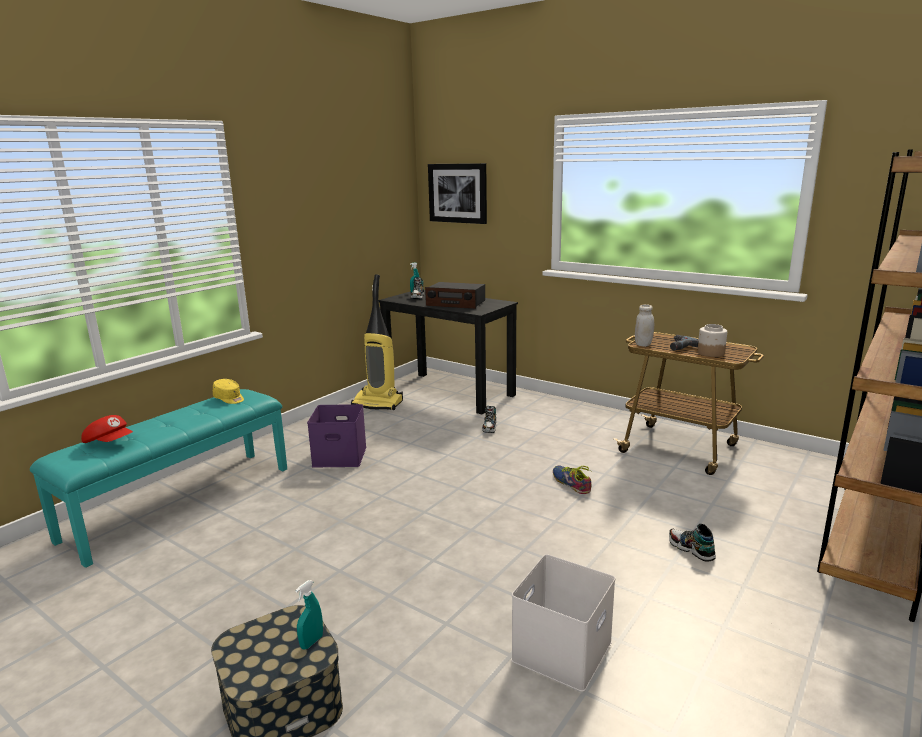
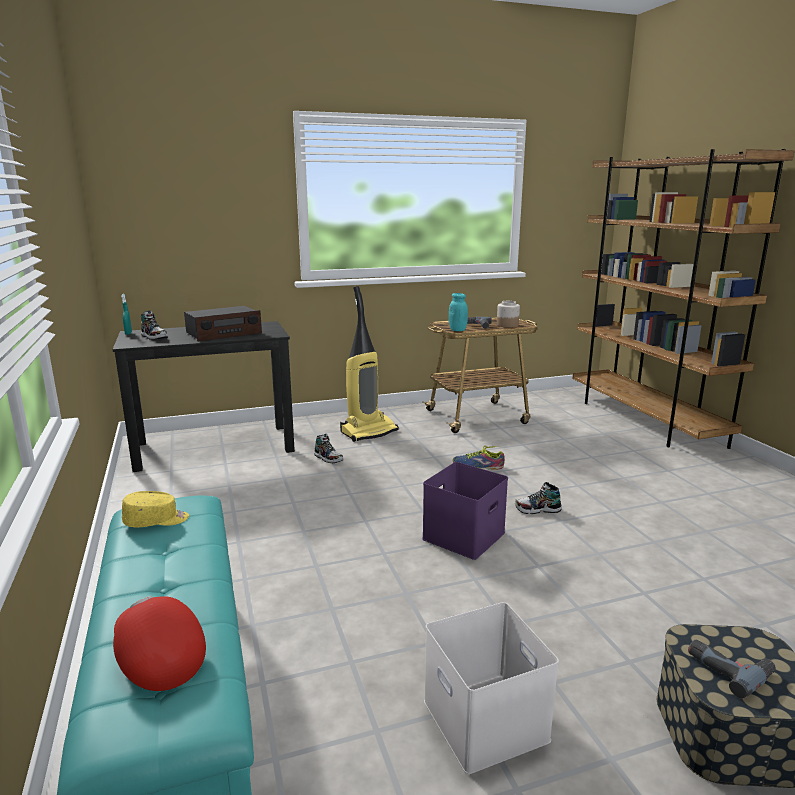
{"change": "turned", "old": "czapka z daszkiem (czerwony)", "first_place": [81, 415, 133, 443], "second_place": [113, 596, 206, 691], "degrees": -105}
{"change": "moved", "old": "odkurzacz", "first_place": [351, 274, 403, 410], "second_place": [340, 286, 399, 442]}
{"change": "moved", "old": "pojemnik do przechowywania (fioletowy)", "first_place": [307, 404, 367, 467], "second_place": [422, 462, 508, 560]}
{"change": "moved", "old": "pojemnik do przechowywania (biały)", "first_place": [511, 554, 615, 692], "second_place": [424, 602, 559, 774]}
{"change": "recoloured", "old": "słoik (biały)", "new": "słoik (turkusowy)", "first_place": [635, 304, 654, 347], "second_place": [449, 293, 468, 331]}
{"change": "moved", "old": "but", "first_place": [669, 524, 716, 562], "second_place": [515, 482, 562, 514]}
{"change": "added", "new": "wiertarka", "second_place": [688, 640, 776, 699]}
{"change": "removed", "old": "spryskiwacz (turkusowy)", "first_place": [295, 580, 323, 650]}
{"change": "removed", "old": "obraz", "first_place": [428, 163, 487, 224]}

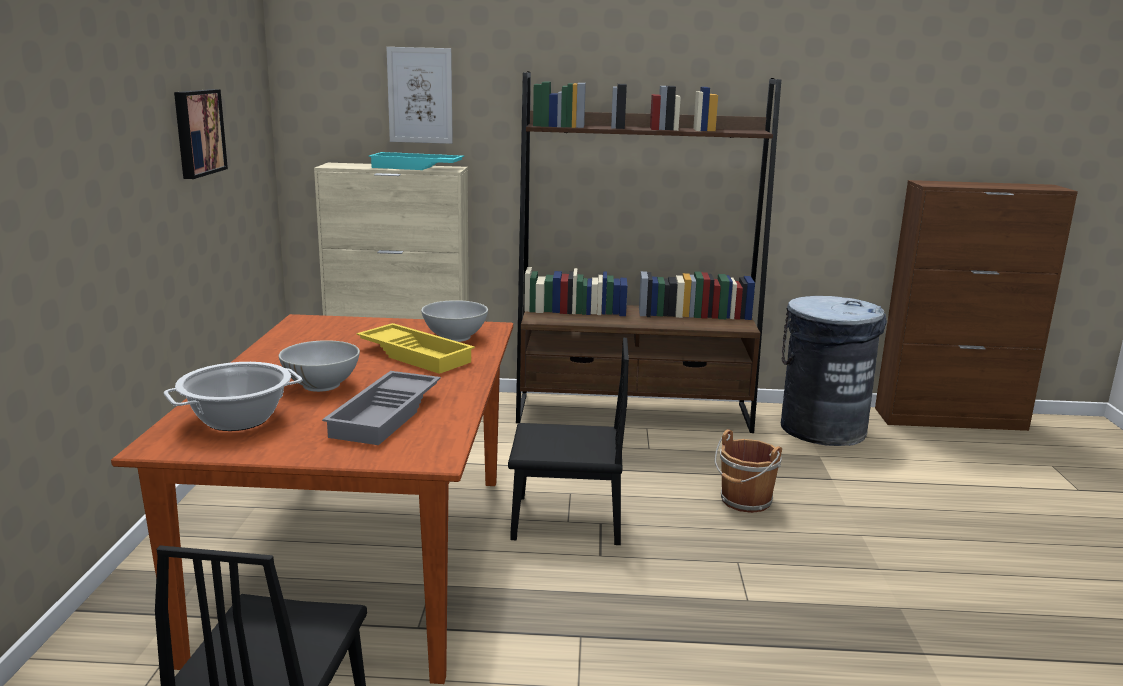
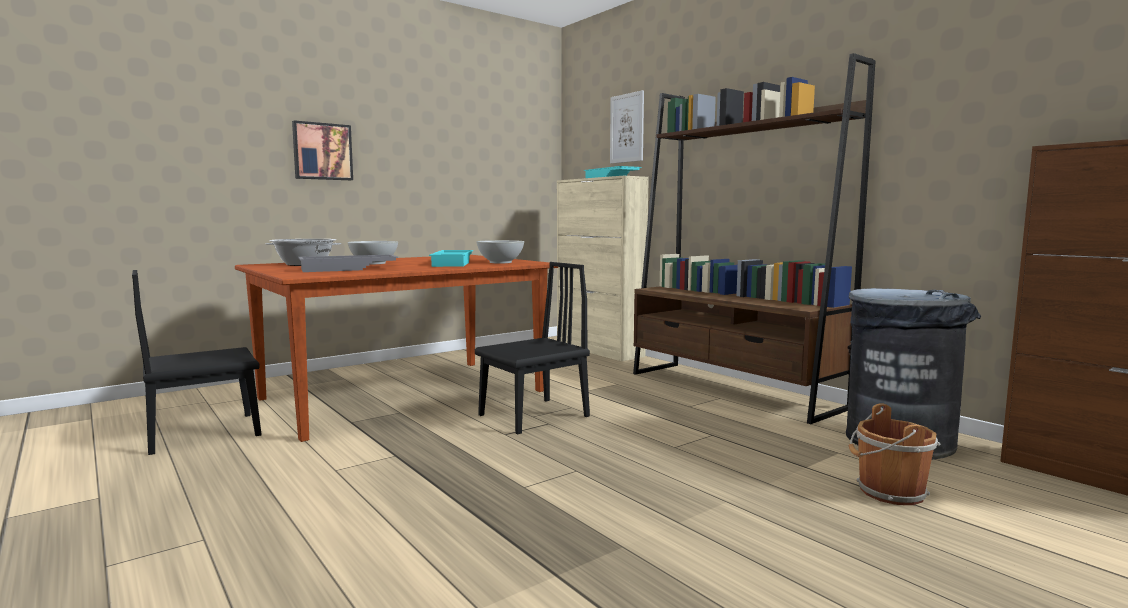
{"change": "moved", "old": "obraz", "first_place": [174, 89, 228, 179], "second_place": [292, 120, 353, 180]}
{"change": "recoloured", "old": "taca (żółty)", "new": "taca (turkusowy)", "first_place": [356, 323, 475, 374], "second_place": [429, 250, 473, 267]}
{"change": "turned", "old": "krzesło (czarny)", "first_place": [508, 338, 629, 545], "second_place": [475, 262, 590, 434], "degrees": -90}
{"change": "moved", "old": "wiadro (brązowy)", "first_place": [715, 429, 782, 513], "second_place": [849, 404, 941, 505]}

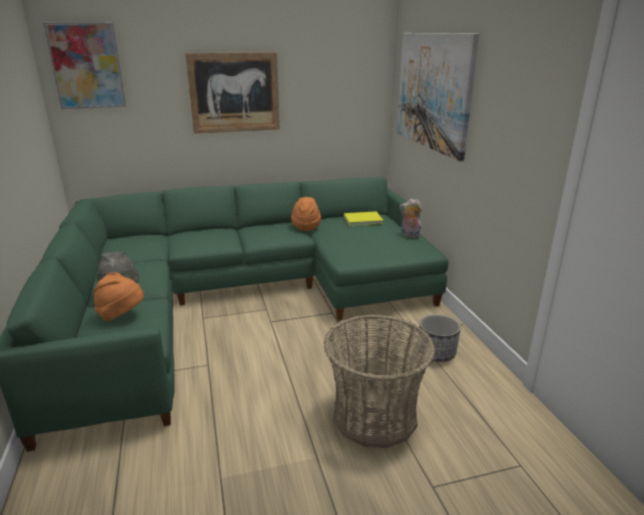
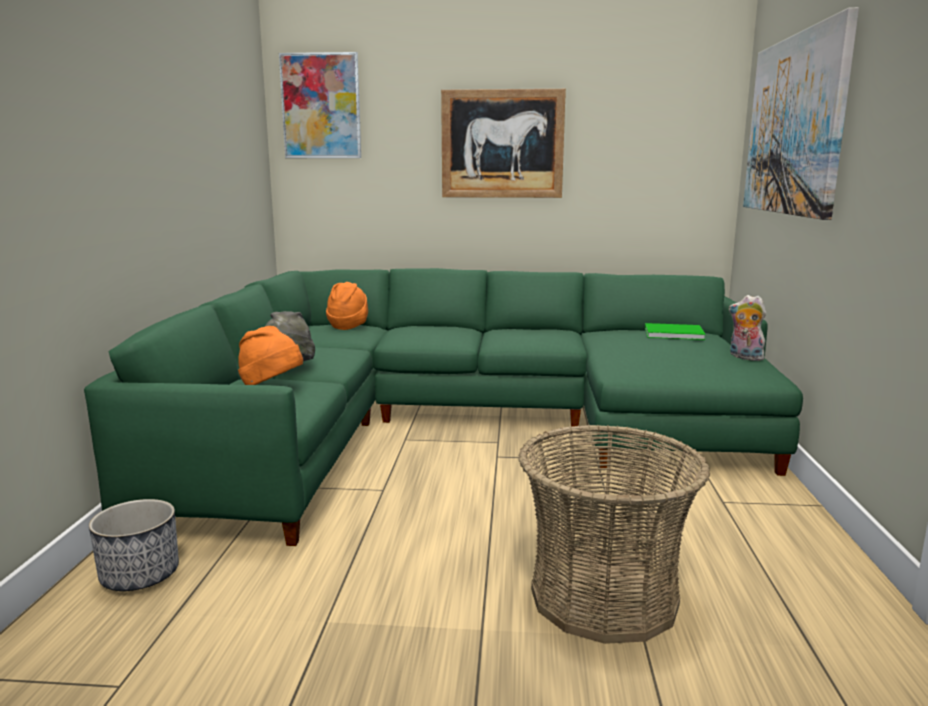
{"change": "moved", "old": "donica", "first_place": [419, 314, 461, 362], "second_place": [89, 499, 179, 591]}
{"change": "moved", "old": "kapelusz (pomarańczowy)", "first_place": [291, 197, 321, 231], "second_place": [326, 282, 368, 330]}
{"change": "recoloured", "old": "książka (żółty)", "new": "książka (zielony)", "first_place": [344, 211, 384, 226], "second_place": [645, 323, 705, 340]}

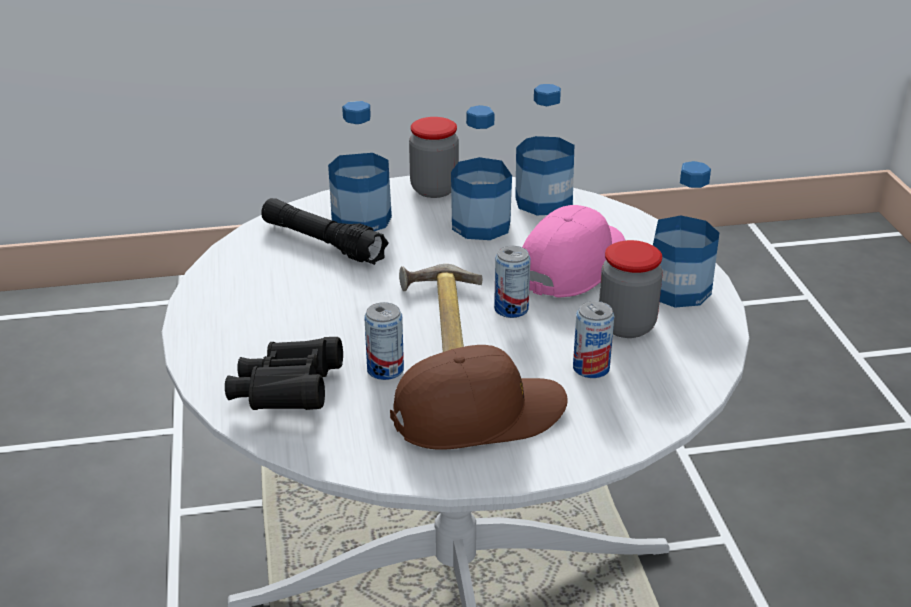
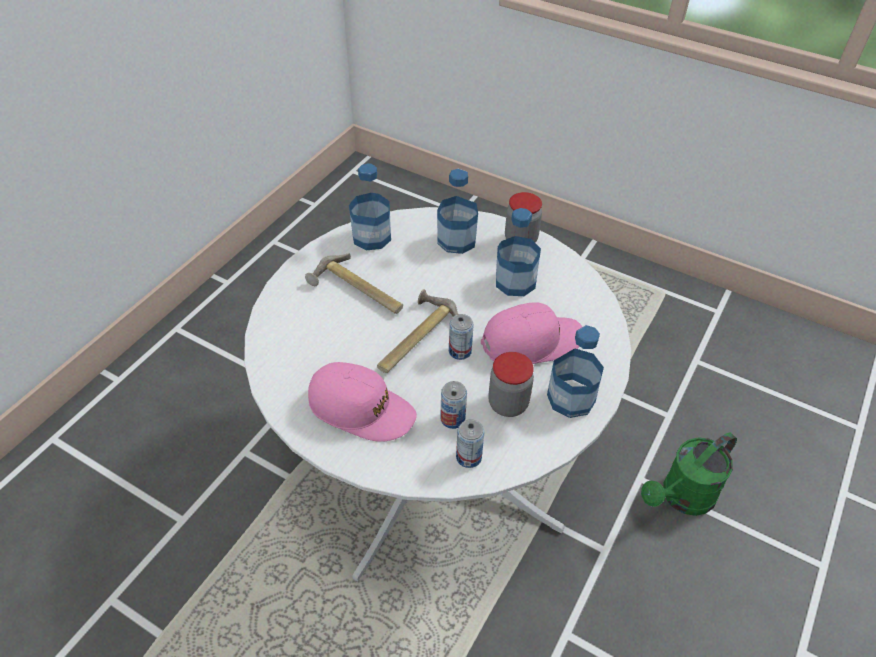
{"change": "added", "new": "młotek", "second_place": [305, 253, 403, 314]}
{"change": "recoloured", "old": "czapka z daszkiem (brązowy)", "new": "czapka z daszkiem (różowy)", "first_place": [390, 345, 568, 450], "second_place": [308, 362, 417, 442]}
{"change": "moved", "old": "butelka", "first_place": [515, 84, 574, 215], "second_place": [349, 163, 391, 250]}
{"change": "moved", "old": "puszka", "first_place": [364, 302, 404, 380], "second_place": [456, 419, 485, 468]}
{"change": "added", "new": "konewka (zielony)", "second_place": [641, 432, 737, 516]}
{"change": "removed", "old": "lornetka (czarny)", "first_place": [225, 337, 343, 410]}
{"change": "removed", "old": "latarka (czarny)", "first_place": [261, 198, 389, 265]}

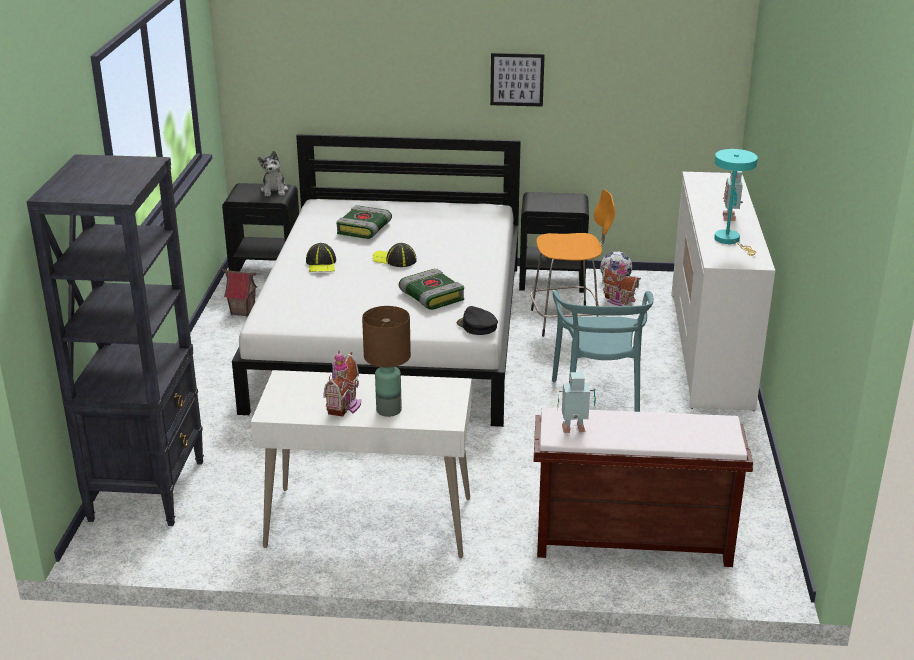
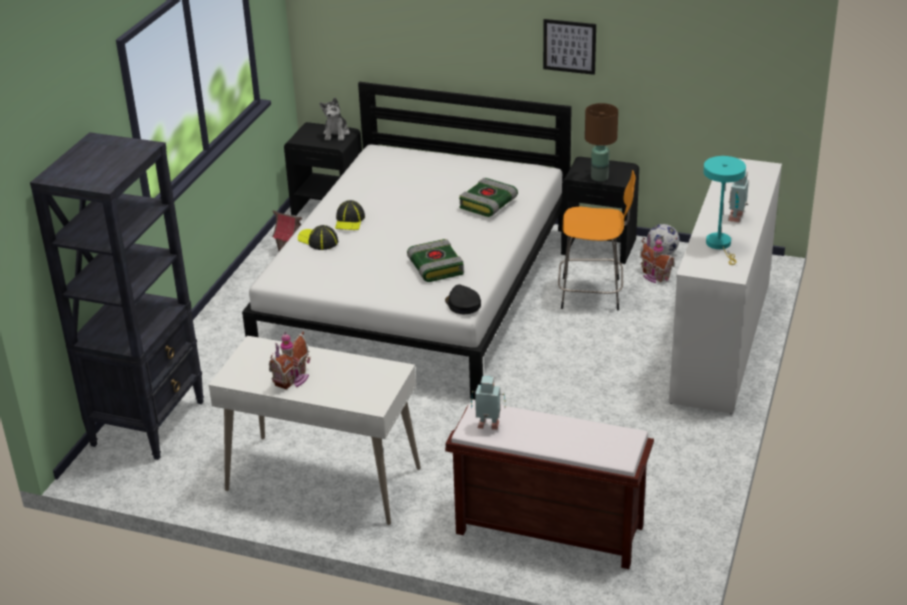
{"change": "moved", "old": "czapka z daszkiem", "first_place": [373, 243, 417, 267], "second_place": [298, 225, 338, 250]}
{"change": "moved", "old": "książka", "first_place": [337, 205, 392, 239], "second_place": [459, 178, 518, 217]}
{"change": "moved", "old": "lampa stołowa (brązowy)", "first_place": [362, 306, 411, 417], "second_place": [585, 103, 618, 181]}
{"change": "removed", "old": "krzesło (turkusowy)", "first_place": [552, 290, 654, 412]}

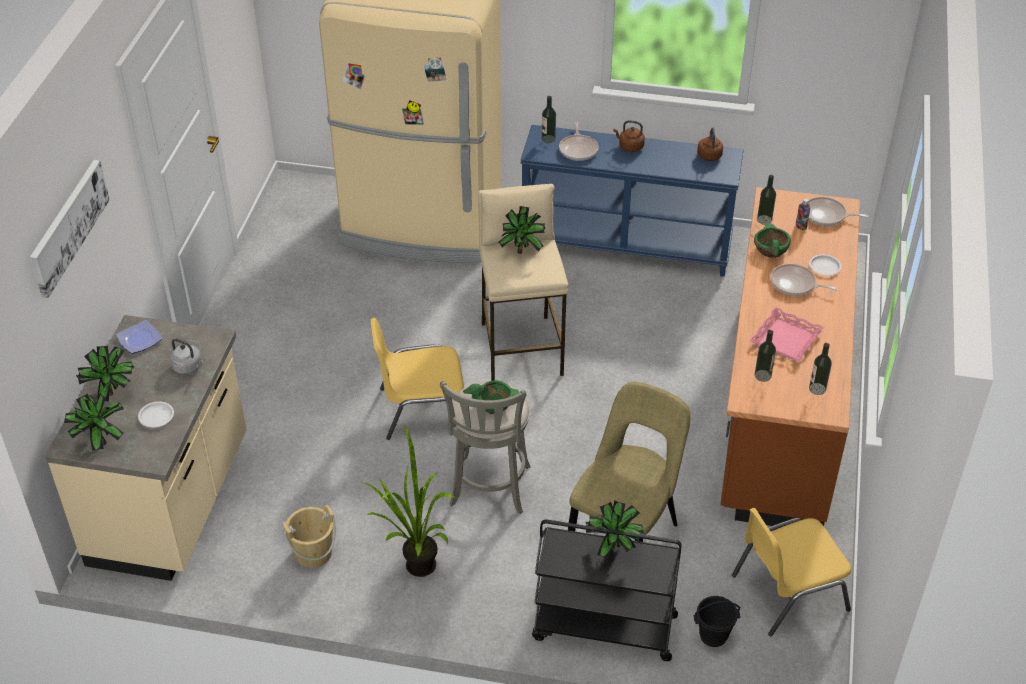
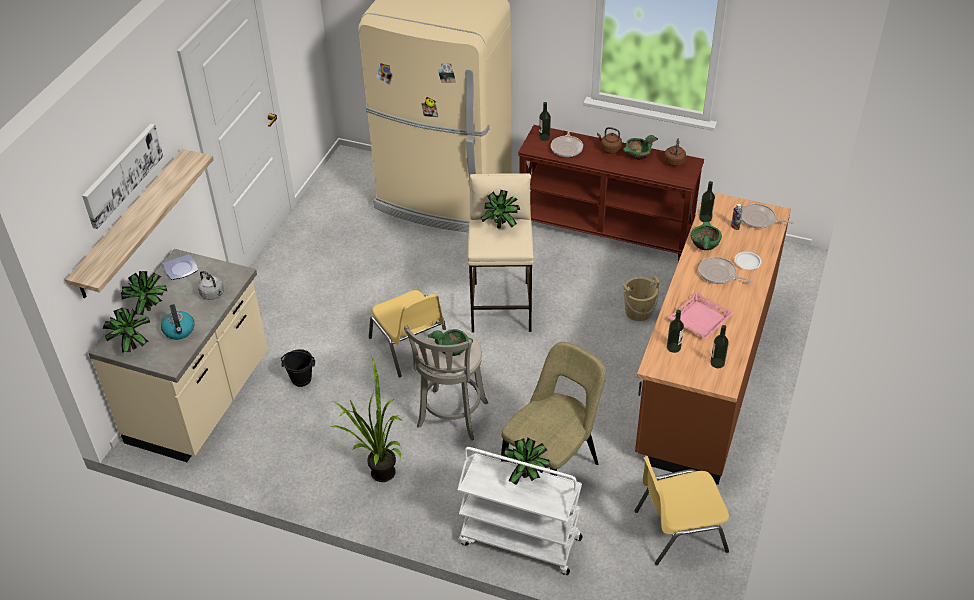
{"change": "added", "new": "półka", "second_place": [65, 149, 214, 298]}
{"change": "replaced", "old": "talerz (biały)", "new": "czajnik", "first_place": [138, 401, 174, 427], "second_place": [161, 304, 195, 340]}
{"change": "moved", "old": "wiadro (czarny)", "first_place": [694, 596, 740, 647], "second_place": [281, 349, 315, 387]}
{"change": "turned", "old": "krzesło (żółty)", "first_place": [371, 318, 464, 440], "second_place": [369, 290, 446, 377], "degrees": -120}
{"change": "recoloured", "old": "wózek (czarny)", "new": "wózek (biały)", "first_place": [532, 520, 682, 661], "second_place": [458, 447, 583, 575]}
{"change": "recoloured", "old": "stolik konsolowy (niebieski)", "new": "stolik konsolowy (brązowy)", "first_place": [520, 125, 744, 277], "second_place": [518, 125, 704, 262]}
{"change": "added", "new": "miska (zielony)", "second_place": [623, 135, 658, 160]}
{"change": "moved", "old": "wiadro (beżowy)", "first_place": [283, 505, 336, 568], "second_place": [623, 275, 660, 321]}

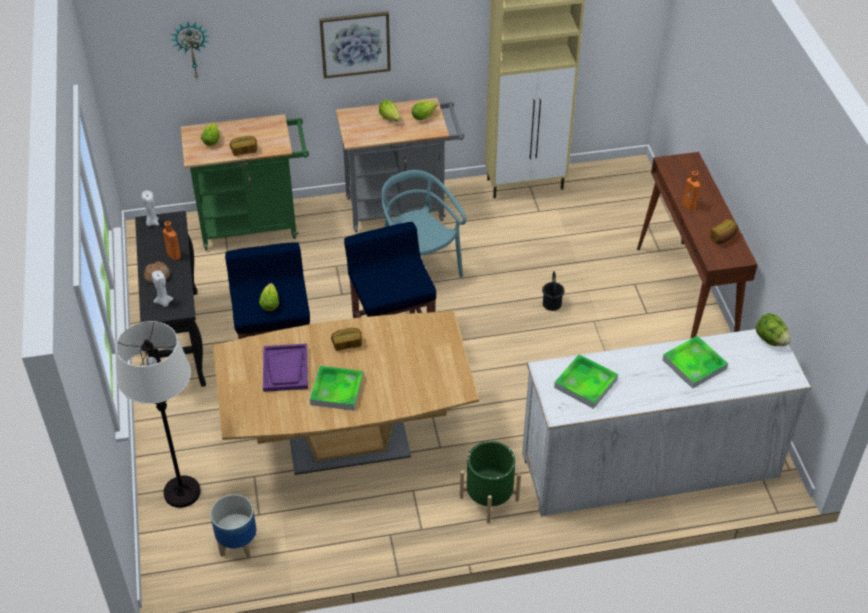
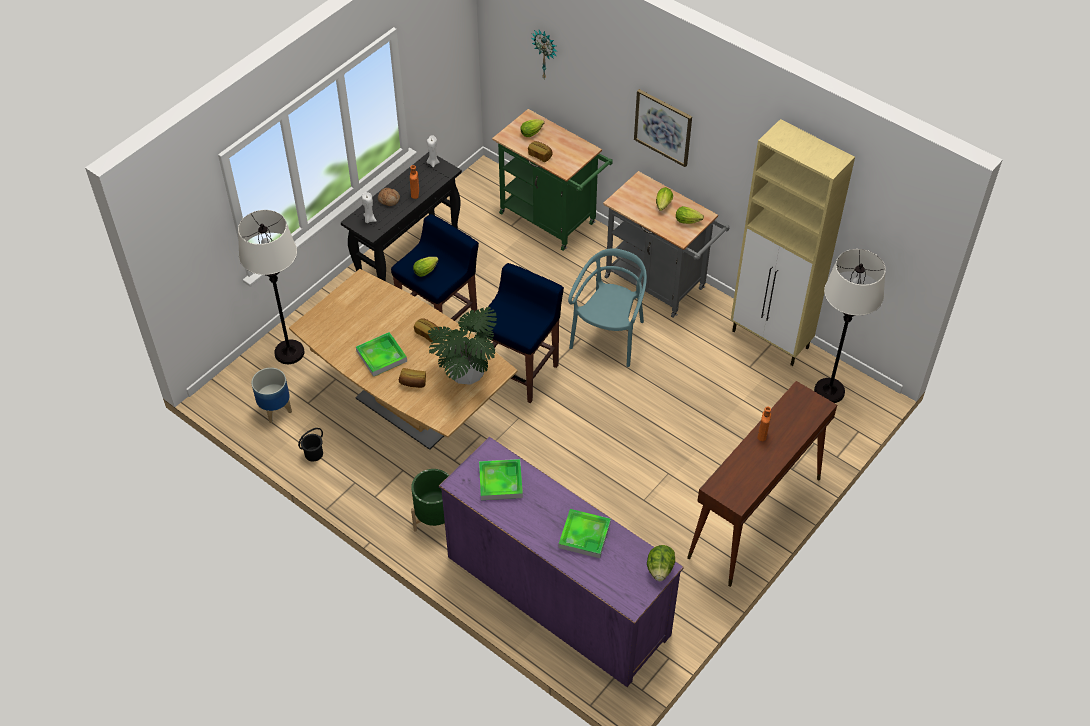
{"change": "moved", "old": "wiadro (czarny)", "first_place": [542, 271, 565, 311], "second_place": [298, 428, 323, 462]}
{"change": "moved", "old": "chleb", "first_place": [710, 219, 738, 244], "second_place": [399, 368, 426, 388]}
{"change": "added", "new": "roślina doniczkowa", "second_place": [427, 307, 497, 385]}
{"change": "recoloured", "old": "komoda (biały)", "new": "komoda (fioletowy)", "first_place": [522, 329, 811, 516], "second_place": [439, 436, 684, 687]}
{"change": "added", "new": "lampa stojąca (biały)", "second_place": [814, 249, 886, 403]}
{"change": "removed", "old": "taca (fioletowy)", "first_place": [263, 344, 308, 392]}

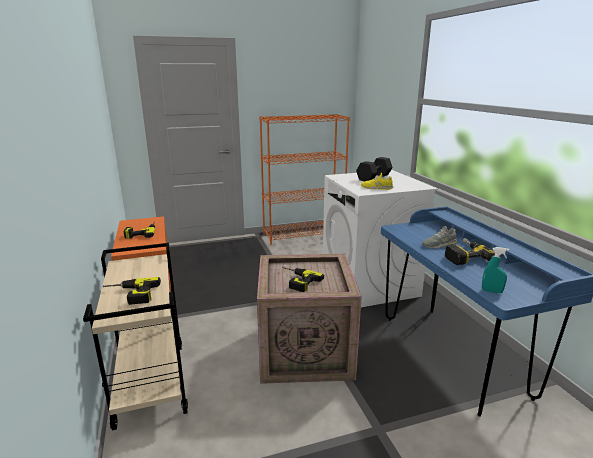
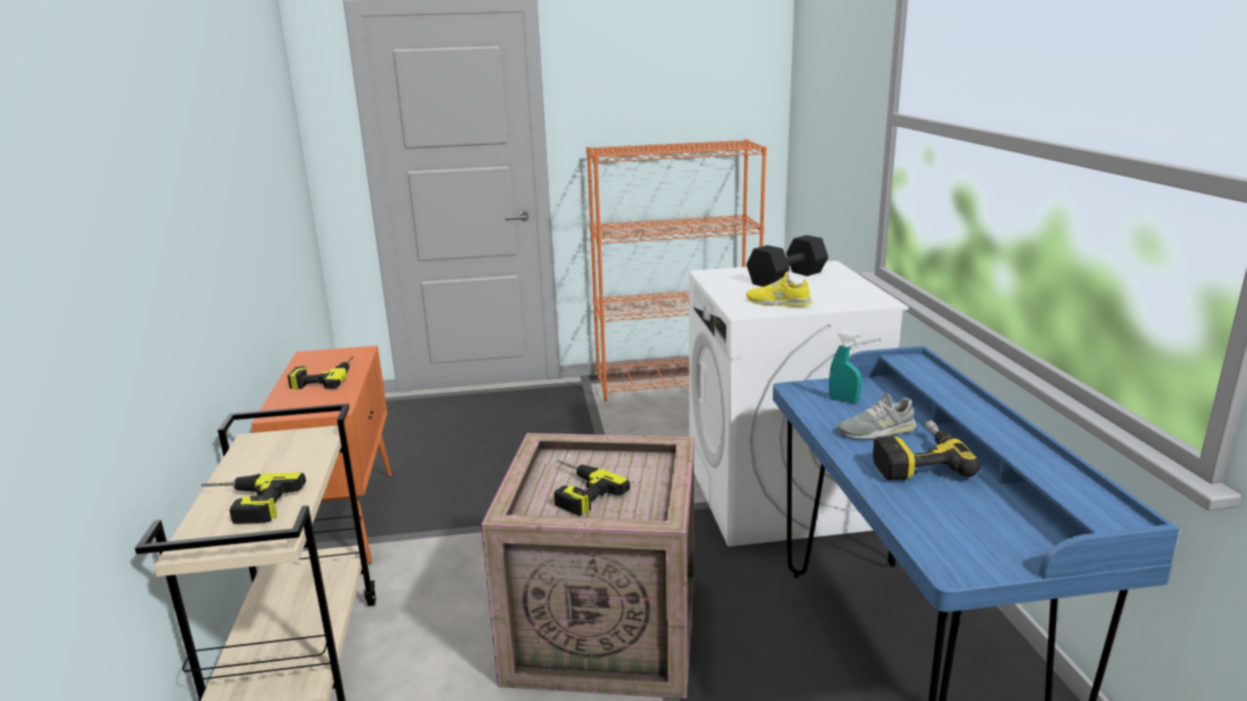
{"change": "moved", "old": "spryskiwacz (turkusowy)", "first_place": [482, 247, 510, 293], "second_place": [829, 331, 862, 403]}

